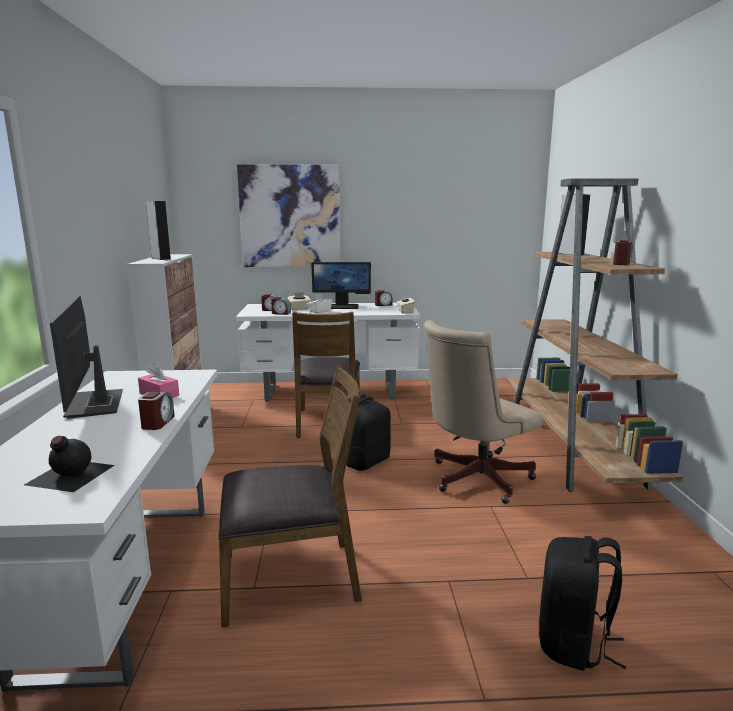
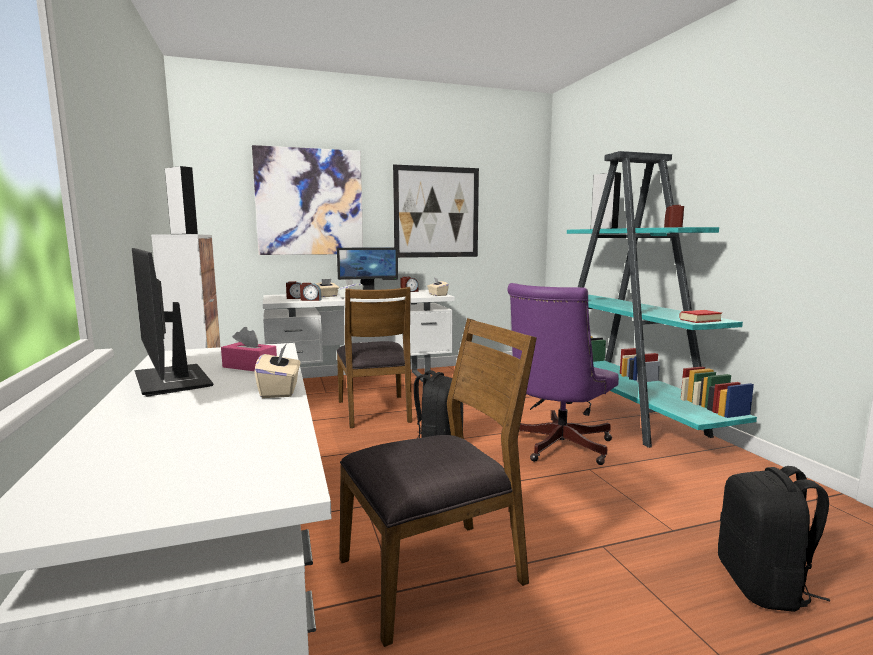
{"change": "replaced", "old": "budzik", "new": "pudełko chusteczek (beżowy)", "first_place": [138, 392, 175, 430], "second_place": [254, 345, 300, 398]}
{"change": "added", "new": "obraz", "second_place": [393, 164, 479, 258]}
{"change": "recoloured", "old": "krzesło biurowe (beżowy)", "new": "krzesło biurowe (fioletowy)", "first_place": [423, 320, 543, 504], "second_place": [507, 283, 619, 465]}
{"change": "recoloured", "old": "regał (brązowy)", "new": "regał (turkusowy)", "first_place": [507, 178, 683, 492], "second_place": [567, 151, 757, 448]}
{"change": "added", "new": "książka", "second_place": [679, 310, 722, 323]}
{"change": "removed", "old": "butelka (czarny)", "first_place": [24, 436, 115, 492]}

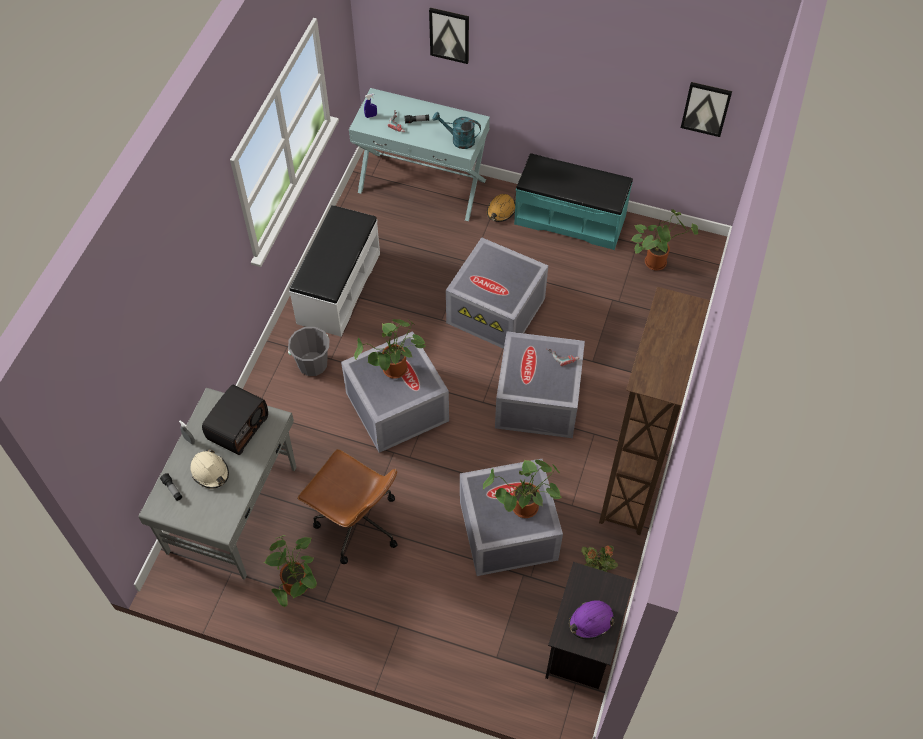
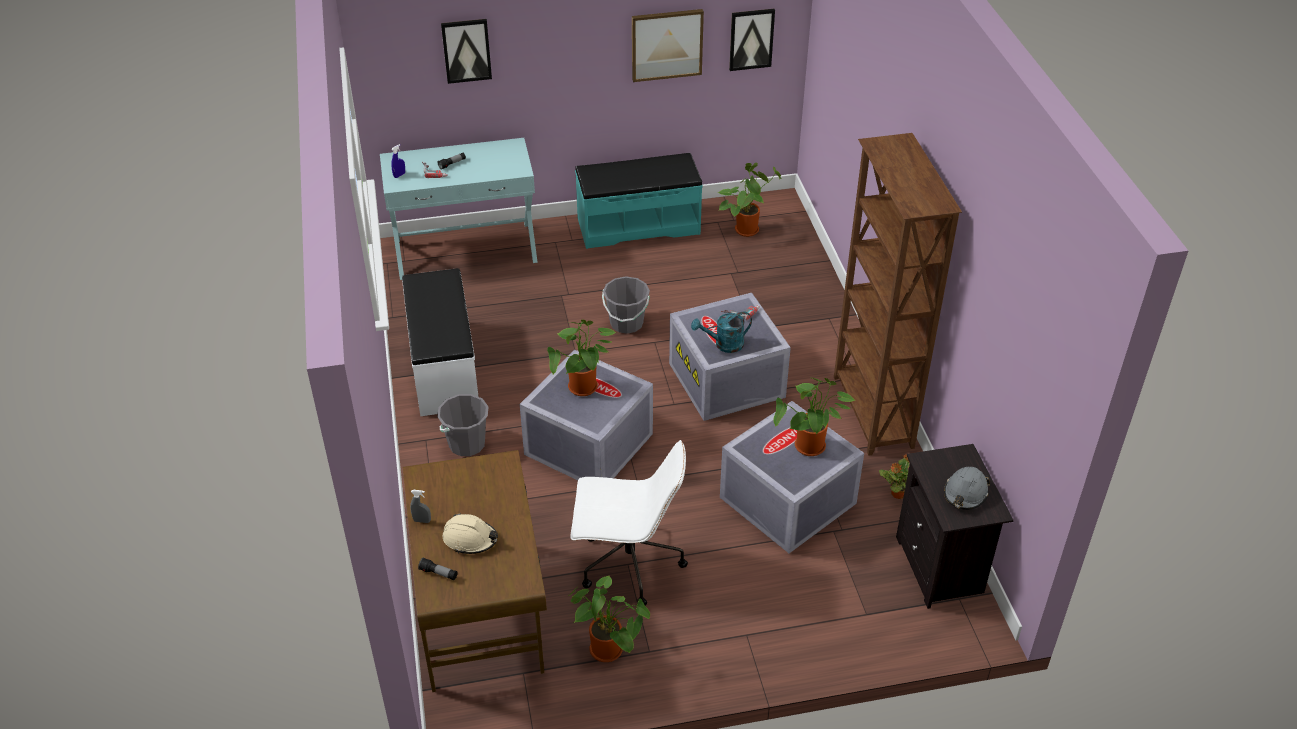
{"change": "recoloured", "old": "biurko (szary)", "new": "biurko (brązowy)", "first_place": [139, 388, 296, 580], "second_place": [403, 450, 547, 692]}
{"change": "recoloured", "old": "krzesło biurowe (brązowy)", "new": "krzesło biurowe (biały)", "first_place": [297, 449, 397, 564], "second_place": [570, 440, 688, 606]}
{"change": "replaced", "old": "pojemnik do przechowywania (szary)", "new": "wiadro (szary)", "first_place": [446, 237, 548, 349], "second_place": [602, 276, 650, 334]}
{"change": "added", "new": "obraz", "second_place": [632, 9, 704, 82]}
{"change": "moved", "old": "konewka (turkusowy)", "first_place": [432, 112, 481, 149], "second_place": [691, 312, 752, 353]}
{"change": "recoloured", "old": "kask (fioletowy)", "new": "kask (szary)", "first_place": [569, 600, 615, 639], "second_place": [944, 467, 990, 510]}
{"change": "removed", "old": "radio", "first_place": [202, 385, 268, 455]}
{"change": "removed", "old": "kask (pomarańczowy)", "first_place": [487, 194, 516, 222]}

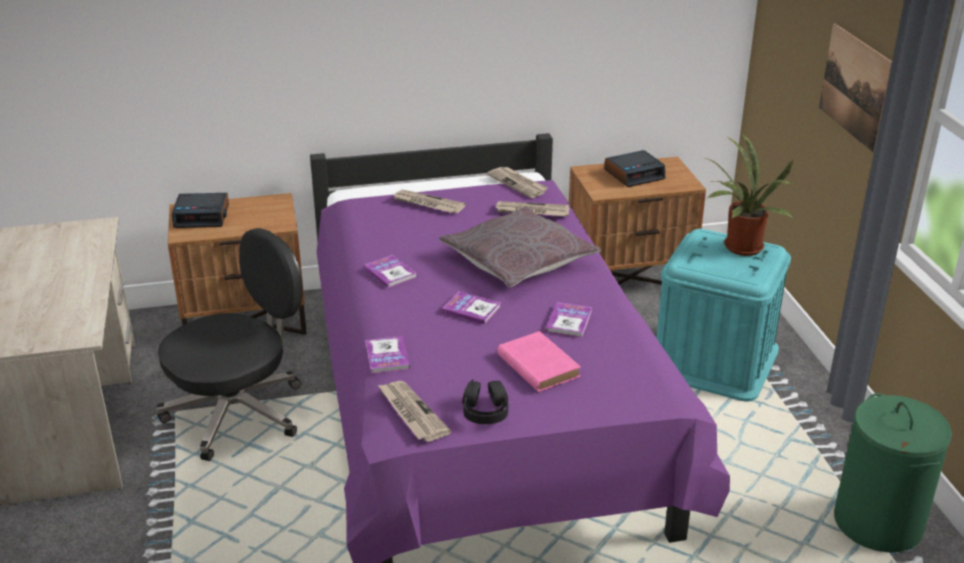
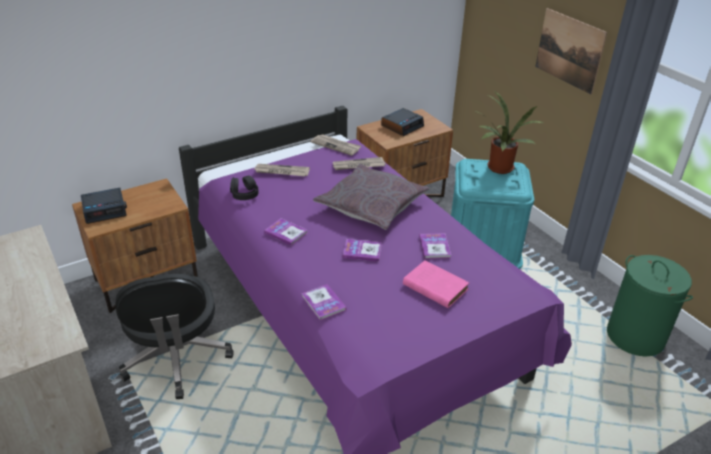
{"change": "turned", "old": "krzesło biurowe (czarny)", "first_place": [156, 228, 302, 461], "second_place": [115, 274, 234, 399], "degrees": 135}
{"change": "moved", "old": "słuchawki (czarny)", "first_place": [462, 379, 508, 424], "second_place": [230, 175, 259, 200]}
{"change": "removed", "old": "gazeta", "first_place": [378, 381, 451, 442]}

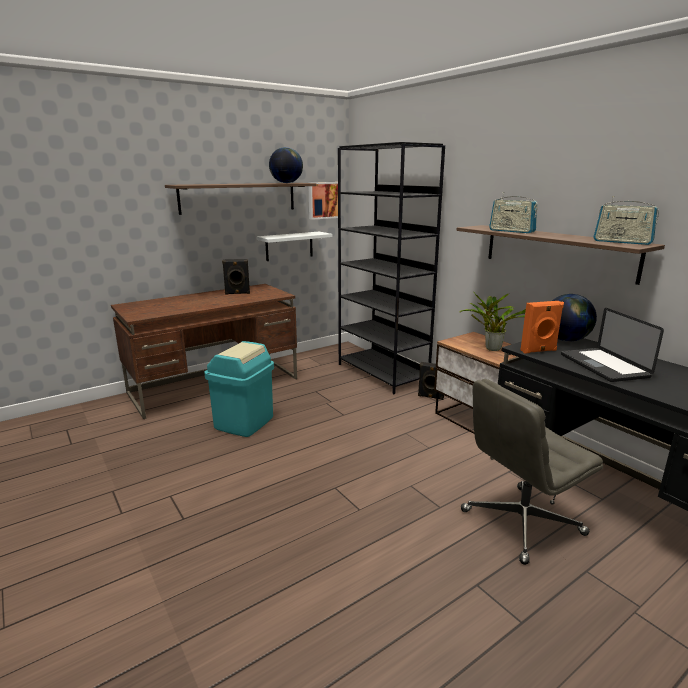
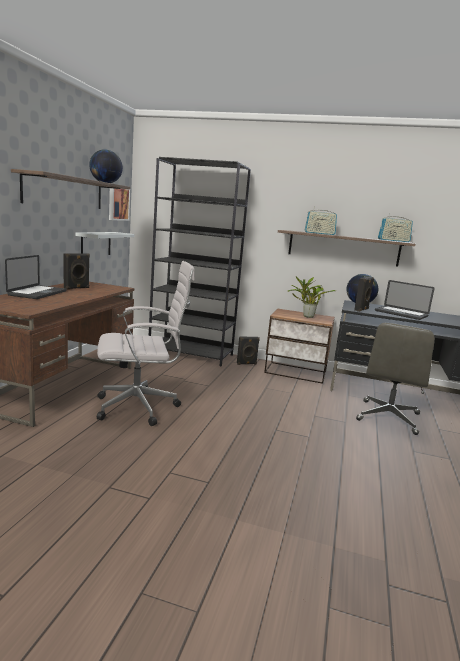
{"change": "added", "new": "laptop", "second_place": [5, 255, 67, 299]}
{"change": "replaced", "old": "kosz na śmieci (turkusowy)", "new": "krzesło biurowe (biały)", "first_place": [204, 341, 274, 437], "second_place": [97, 261, 195, 426]}
{"change": "recoloured", "old": "głośnik (pomarańczowy)", "new": "głośnik (czarny)", "first_place": [521, 301, 564, 354], "second_place": [354, 277, 374, 312]}

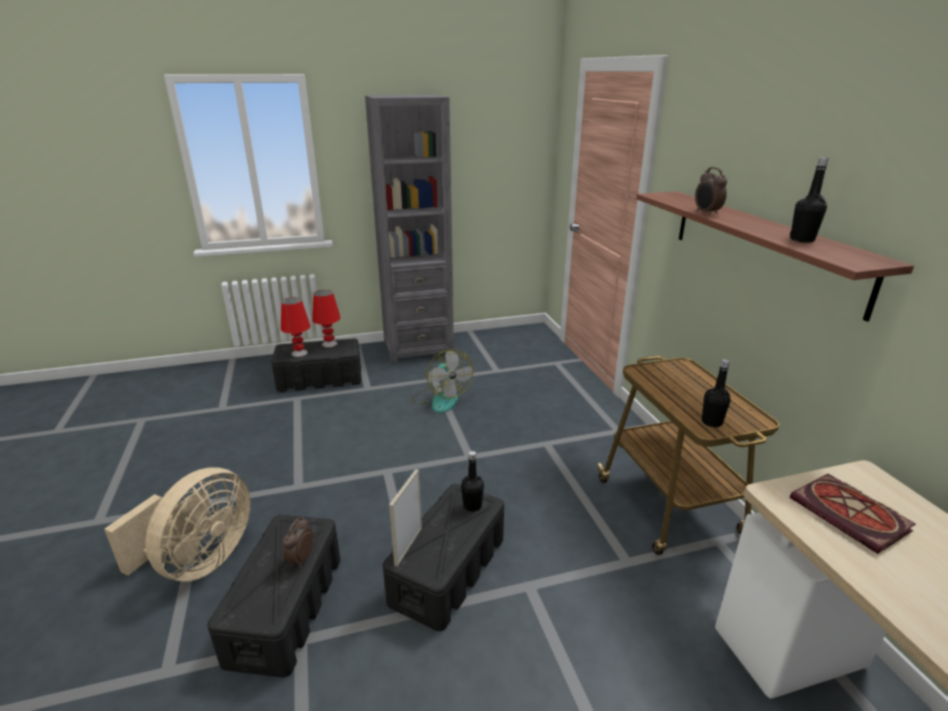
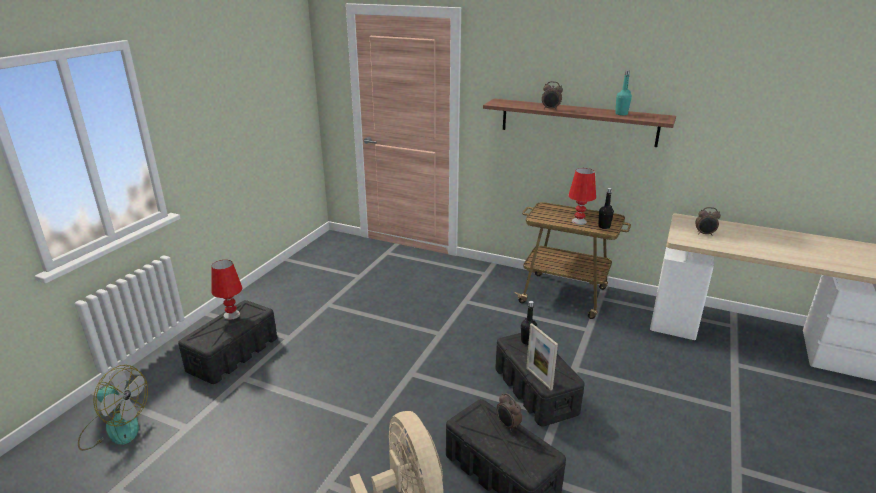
{"change": "moved", "old": "wentylator", "first_place": [412, 349, 473, 413], "second_place": [78, 365, 148, 451]}
{"change": "moved", "old": "lampa stołowa (czerwony)", "first_place": [281, 297, 310, 357], "second_place": [568, 168, 596, 225]}
{"change": "recoloured", "old": "butelka (czarny)", "new": "butelka (turkusowy)", "first_place": [790, 157, 829, 243], "second_place": [615, 70, 632, 115]}
{"change": "replaced", "old": "książka", "new": "budzik", "first_place": [790, 474, 916, 554], "second_place": [695, 207, 721, 236]}
{"change": "removed", "old": "regał (szary)", "first_place": [365, 95, 454, 366]}

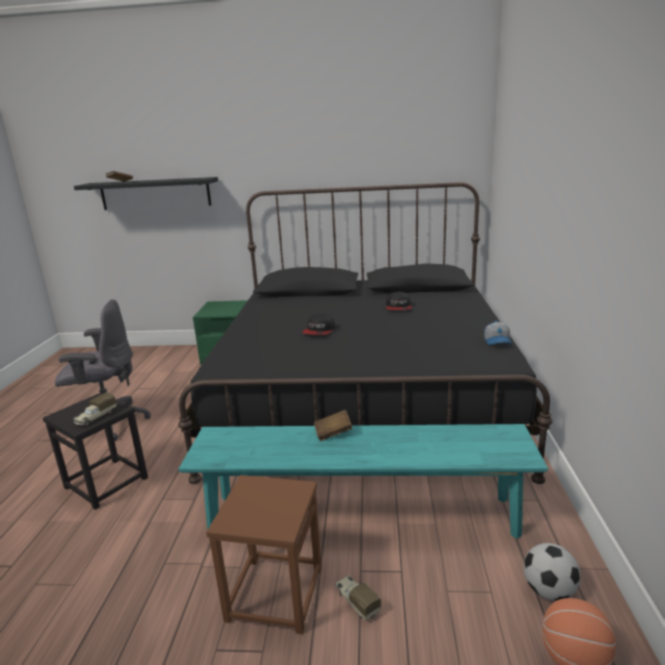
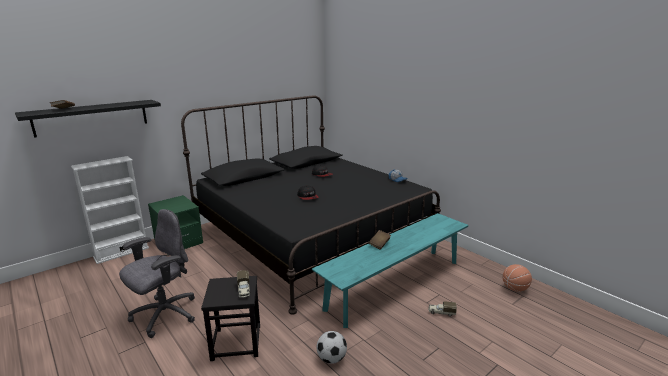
{"change": "added", "new": "regał (biały)", "second_place": [71, 156, 149, 264]}
{"change": "moved", "old": "piłka futbolowa", "first_place": [524, 543, 580, 601], "second_place": [317, 331, 347, 364]}
{"change": "removed", "old": "stołek (brązowy)", "first_place": [206, 475, 322, 634]}

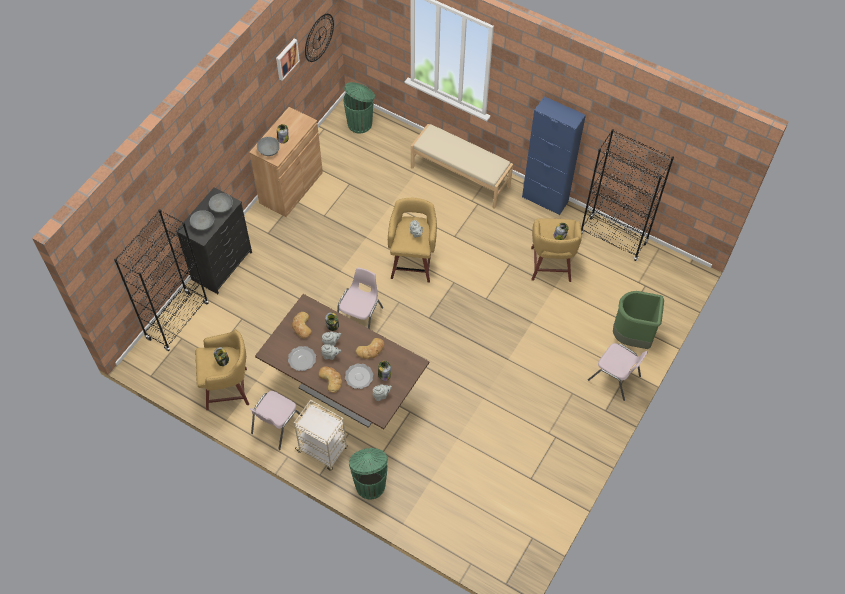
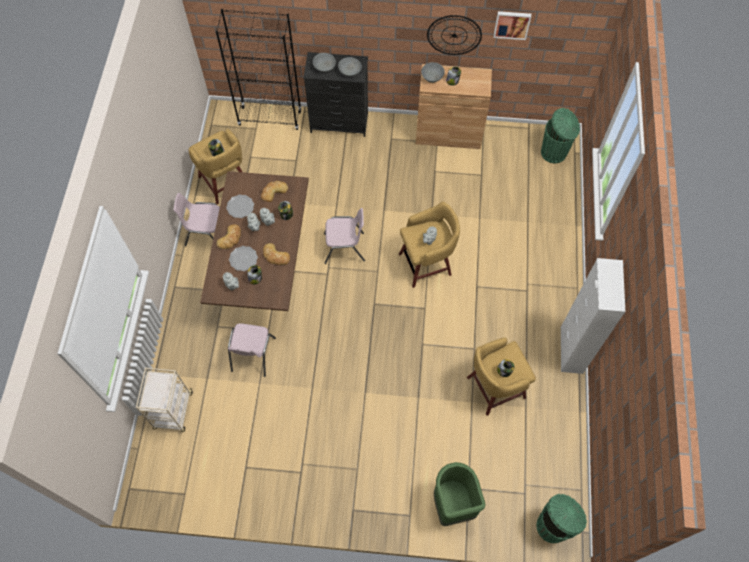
{"change": "moved", "old": "wózek (beżowy)", "first_place": [294, 400, 348, 471], "second_place": [136, 368, 193, 432]}
{"change": "moved", "old": "krzesło (różowy)", "first_place": [588, 343, 648, 401], "second_place": [228, 323, 276, 377]}
{"change": "moved", "old": "zegar ścienny", "first_place": [305, 14, 334, 62], "second_place": [427, 15, 482, 55]}
{"change": "moved", "old": "kosz na śmieci (zielony)", "first_place": [349, 448, 388, 499], "second_place": [537, 494, 587, 543]}
{"change": "recoloured", "old": "szafka (niebieski)", "new": "szafka (biały)", "first_place": [522, 96, 586, 215], "second_place": [561, 258, 625, 374]}
{"change": "removed", "old": "ławka (beżowy)", "first_place": [411, 124, 513, 209]}
{"change": "removed", "old": "regał (czarny)", "first_place": [581, 129, 674, 261]}

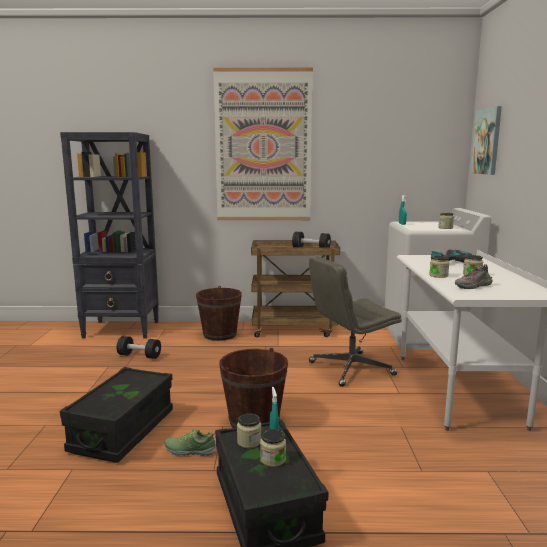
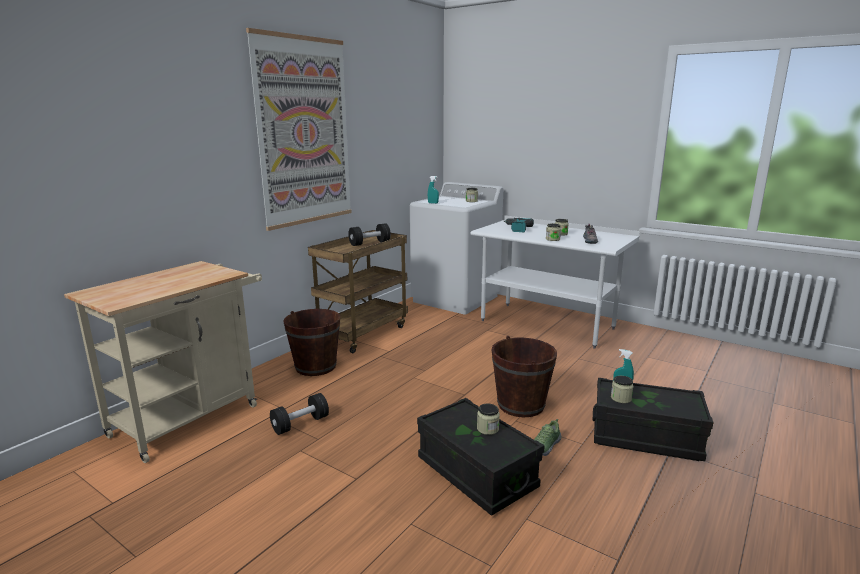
{"change": "replaced", "old": "regał (czarny)", "new": "wózek (beżowy)", "first_place": [60, 132, 159, 339], "second_place": [64, 261, 262, 463]}
{"change": "moved", "old": "słoik", "first_place": [260, 429, 286, 467], "second_place": [477, 403, 500, 435]}
{"change": "removed", "old": "krzesło biurowe (szary)", "first_place": [309, 257, 402, 387]}
{"change": "removed", "old": "obraz", "first_place": [470, 106, 502, 175]}

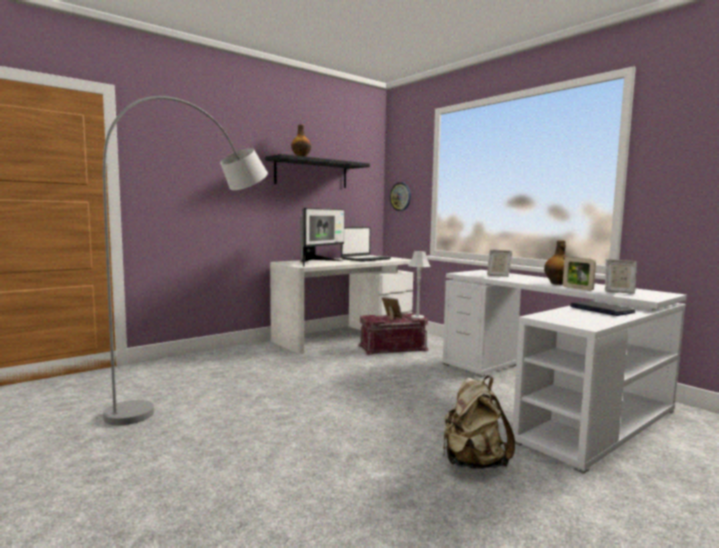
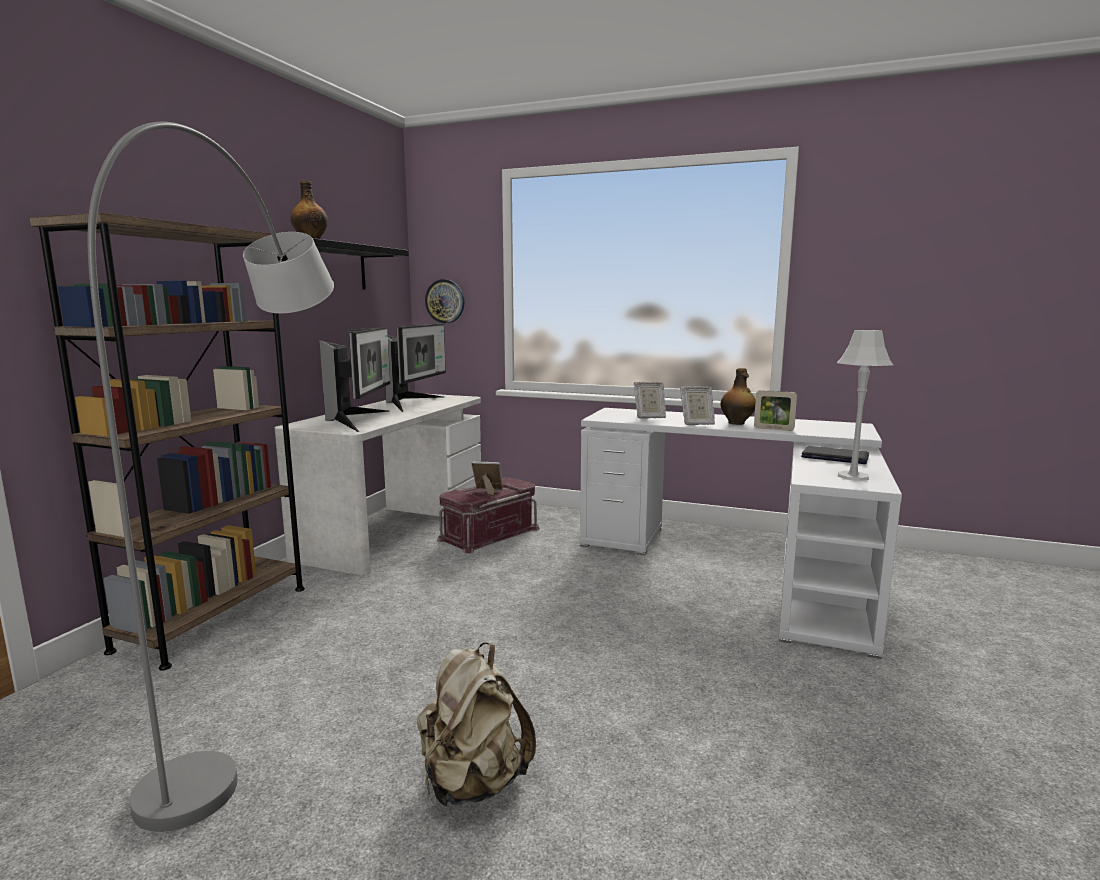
{"change": "added", "new": "regał (brązowy)", "second_place": [30, 212, 305, 670]}
{"change": "replaced", "old": "laptop", "new": "monitor", "first_place": [341, 227, 391, 262], "second_place": [385, 324, 446, 412]}
{"change": "moved", "old": "plecak (beżowy)", "first_place": [443, 376, 515, 469], "second_place": [417, 643, 536, 807]}
{"change": "moved", "old": "ramka na zdjęcie", "first_place": [605, 259, 637, 294], "second_place": [680, 386, 715, 425]}
{"change": "moved", "old": "lampa stołowa (szary)", "first_place": [408, 251, 431, 319], "second_place": [837, 330, 893, 481]}

